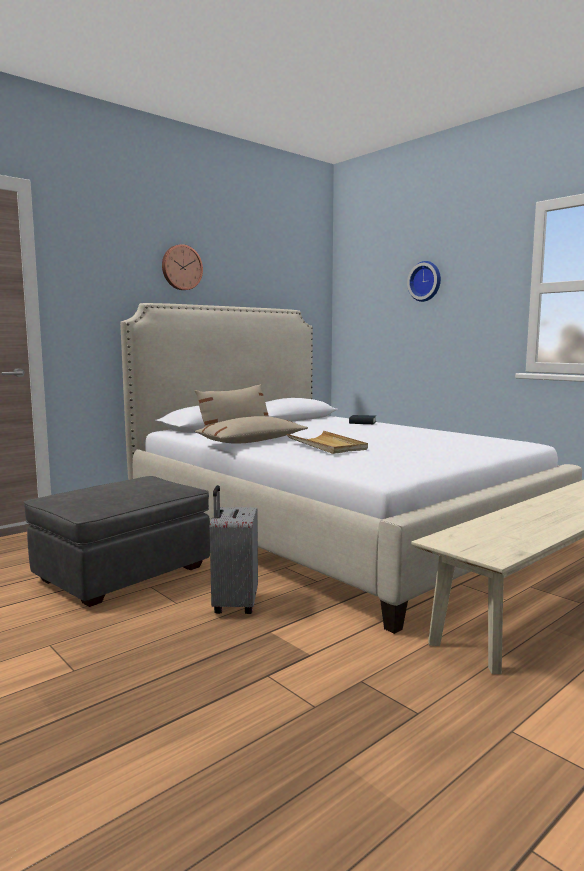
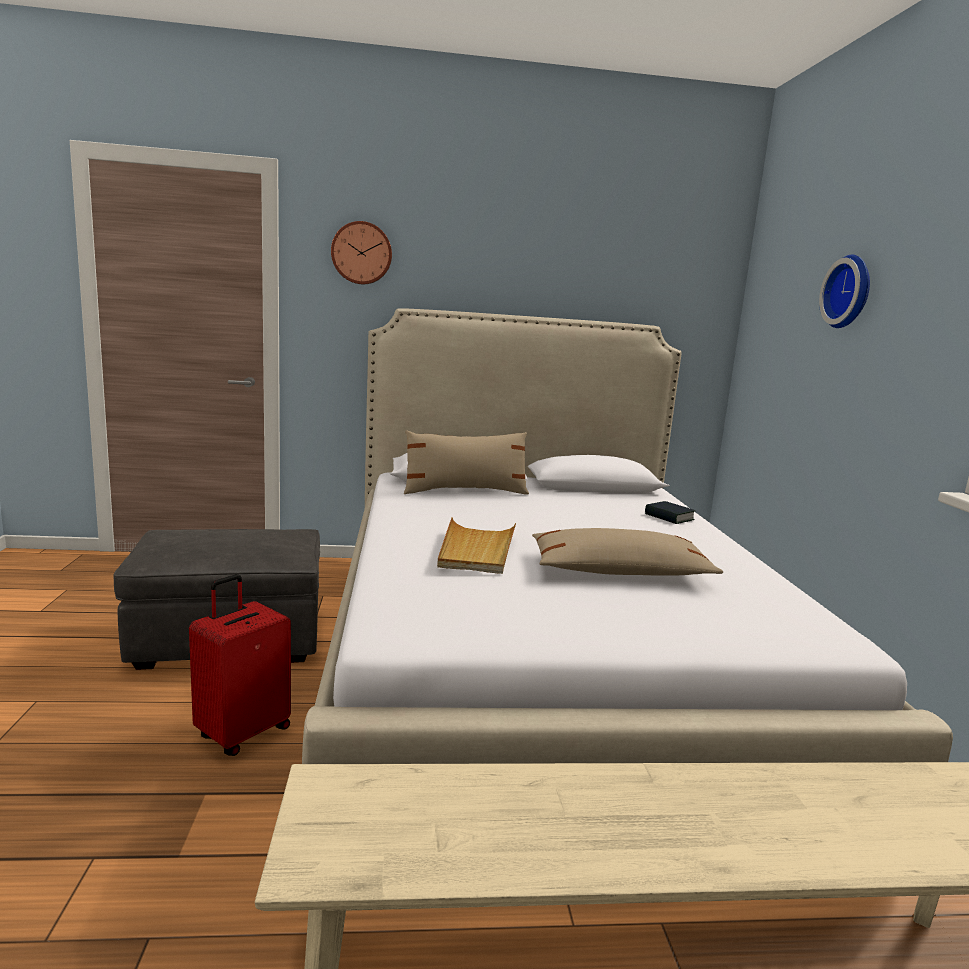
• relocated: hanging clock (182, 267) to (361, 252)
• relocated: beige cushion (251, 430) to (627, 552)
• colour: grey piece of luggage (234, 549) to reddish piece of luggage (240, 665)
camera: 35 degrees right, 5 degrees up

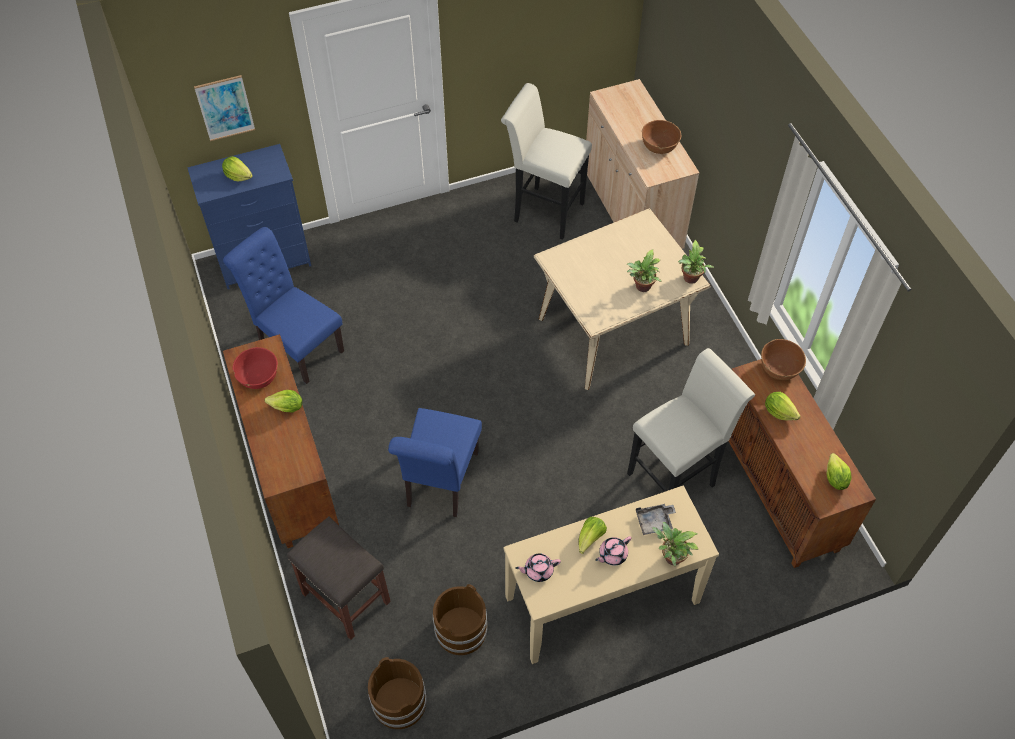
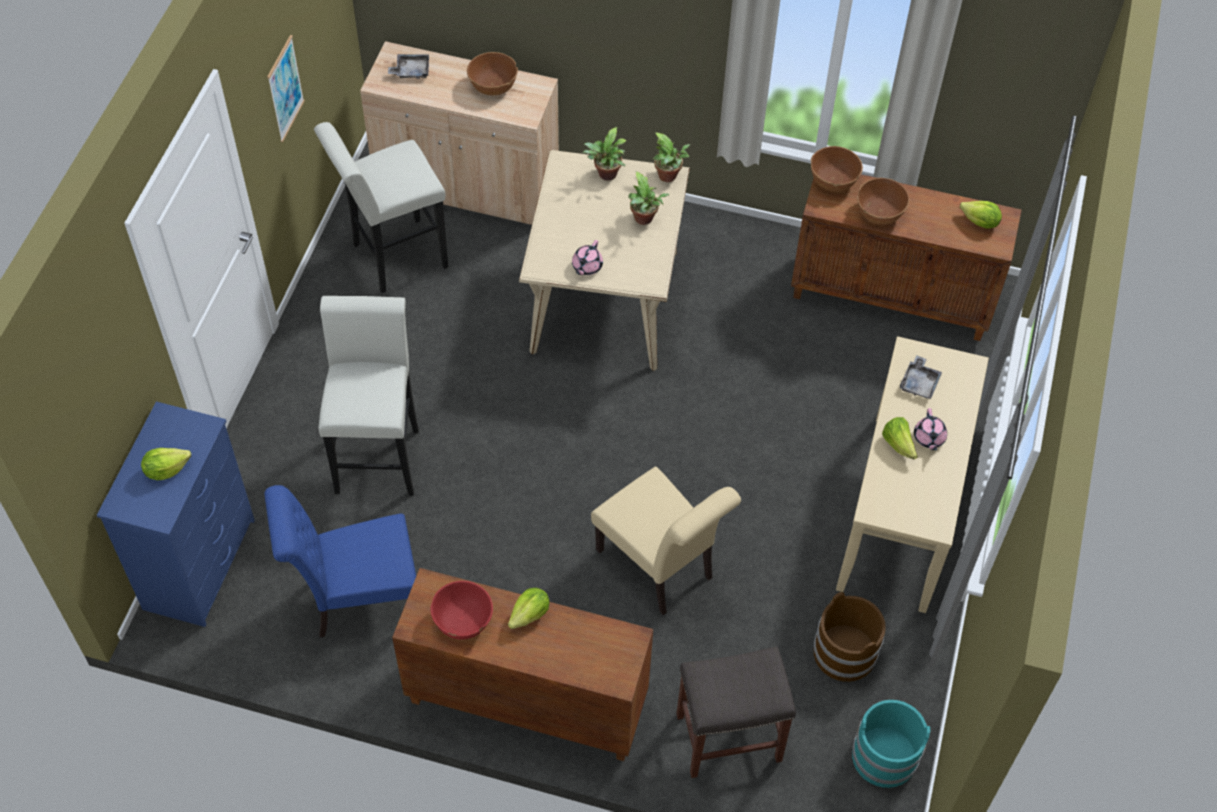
• appeared: grey tray (408, 66)
• relocated: wall picture (224, 108) to (286, 88)
• relocated: pink tea pot (538, 567) to (587, 257)
• relocated: white-coloured sitting stool (691, 420) to (369, 396)
• relocated: houseplant (675, 544) to (604, 153)
• exchanged: lettuce (783, 406) to brown deep dish (883, 201)
• colour: brown bucket (397, 693) to turquoise-coloured bucket (891, 744)
• colour: blue plain chair (435, 462) to beige plain chair (666, 540)
camera: 55 degrees left, 0 degrees up

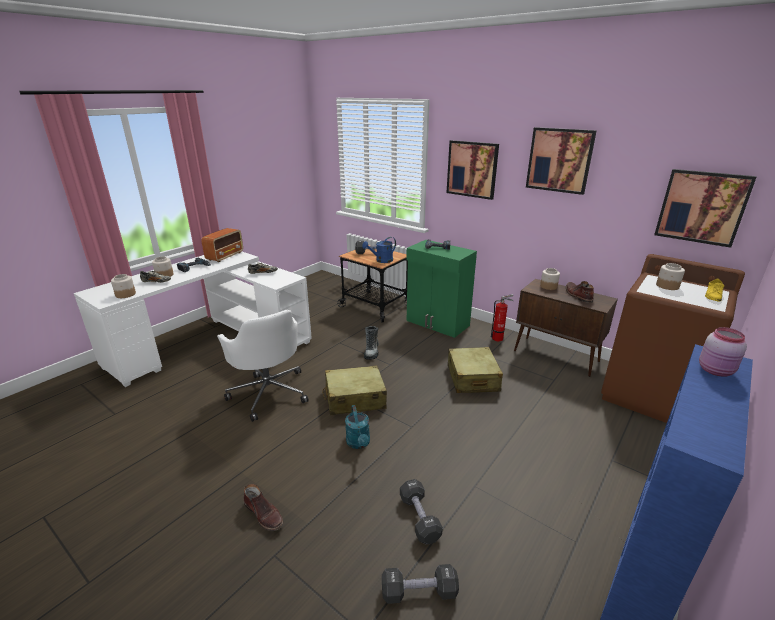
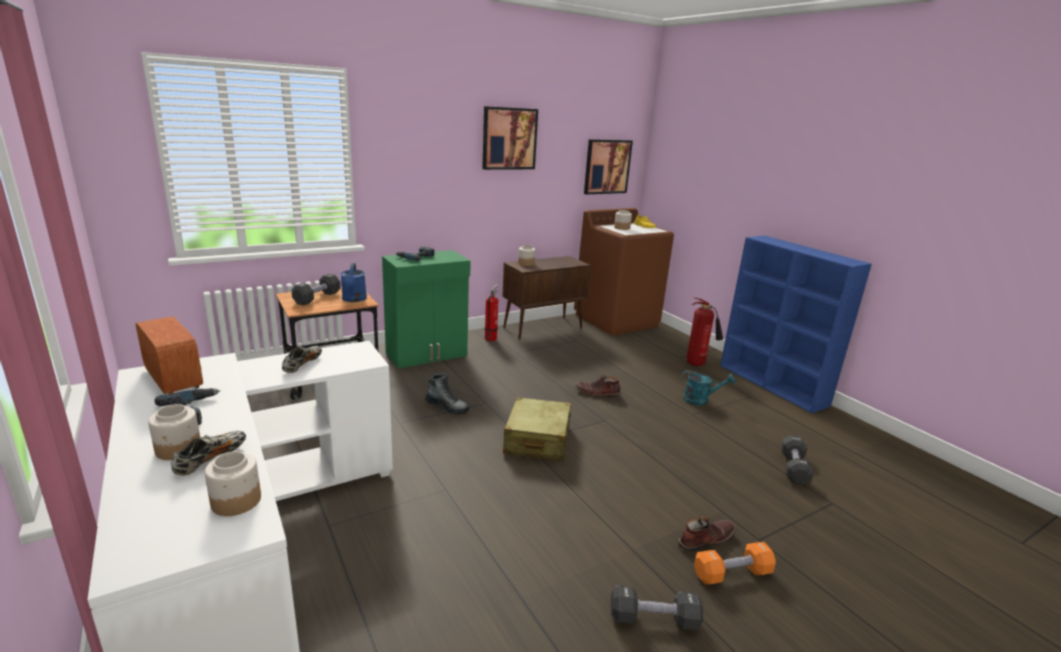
• missing: white-coloured computer chair (263, 366)
• missing: wall picture (473, 170)
• missing: beige piece of luggage (475, 370)
• missing: pink preserve jar (723, 352)
• appeared: fire extinguisher (705, 331)
• appeared: orangey hand weight (735, 563)
• relocated: turquoise-coloured watering can (357, 427) to (707, 388)
• relocated: blackish hand weight (421, 511) to (657, 607)
• relocated: brown high-top boot (580, 292) to (598, 386)
camera: 70 degrees left, 5 degrees down

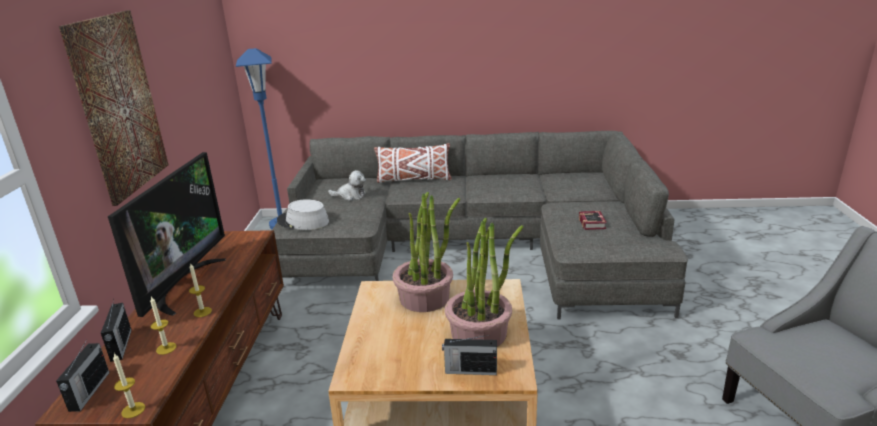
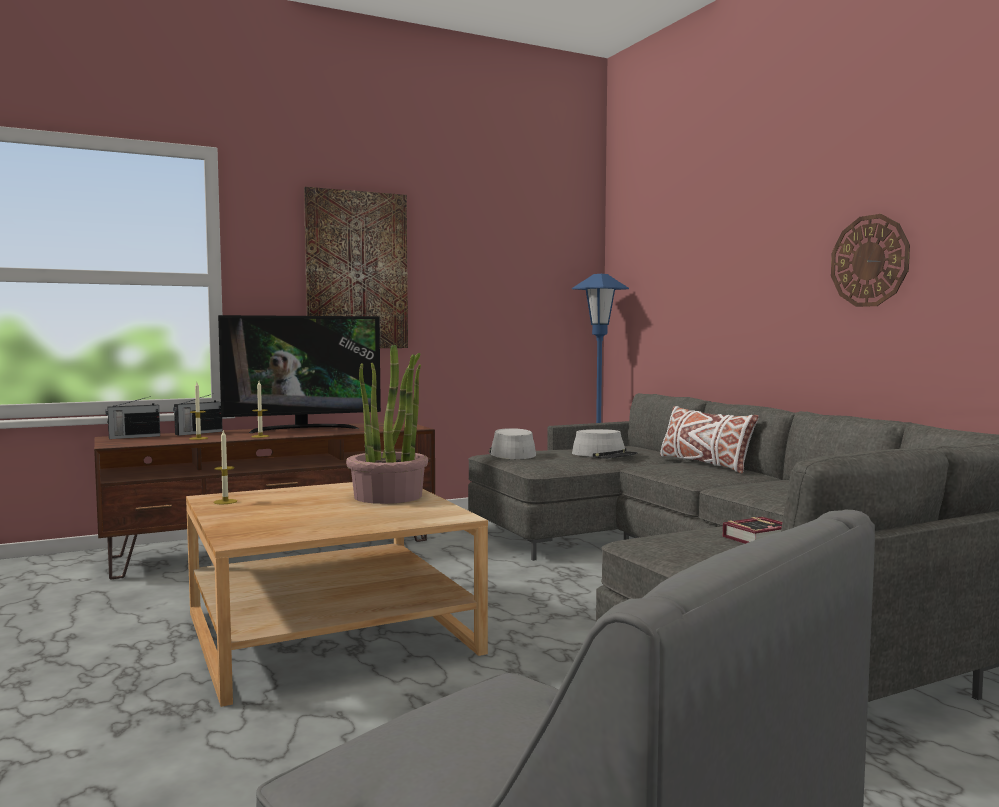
• missing: radio set (469, 355)
• missing: houseplant (484, 282)
• appeared: hanging clock (870, 260)
• relocated: candle (129, 385) to (225, 466)
• exchanged: plush toy (347, 185) to grey wearable hat (604, 444)
camera: 60 degrees right, 20 degrees down

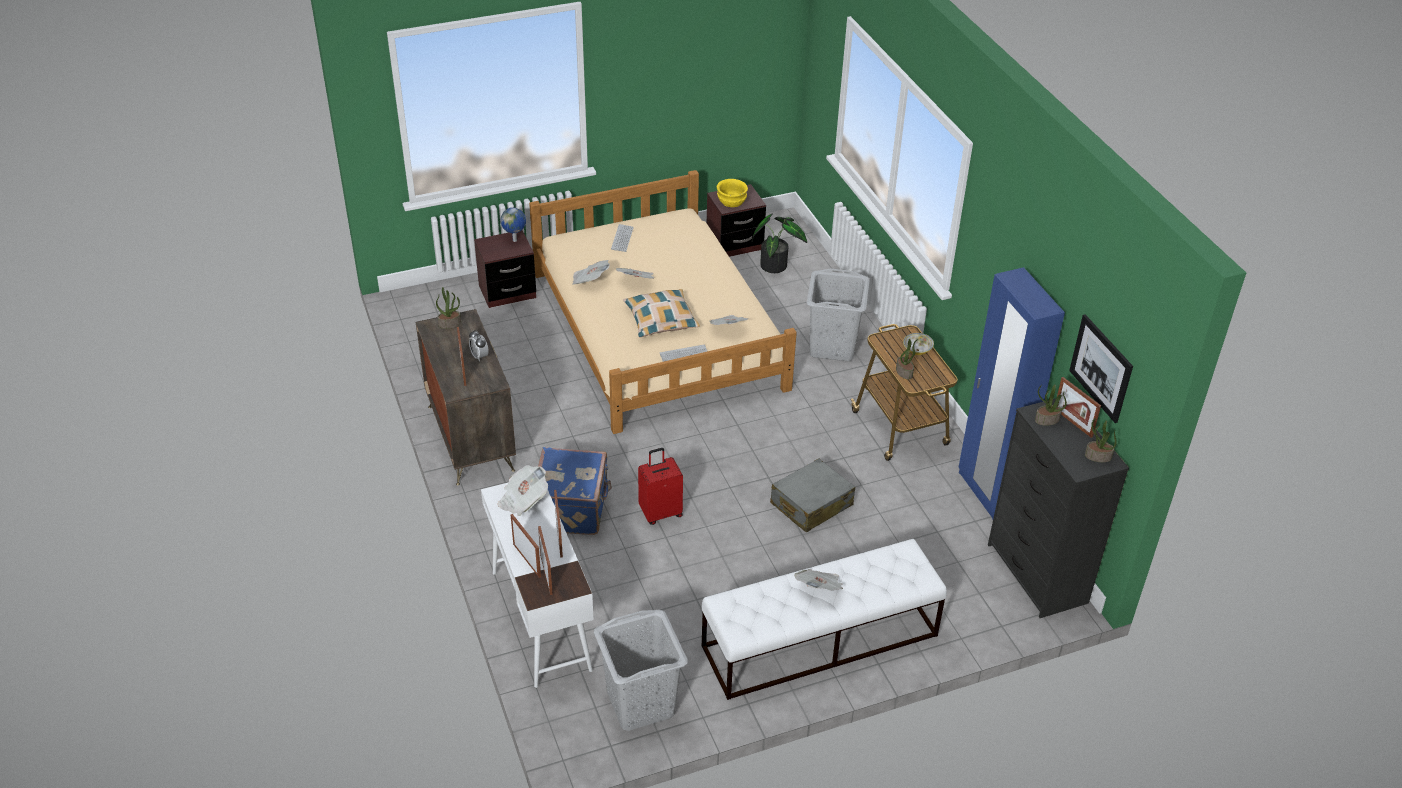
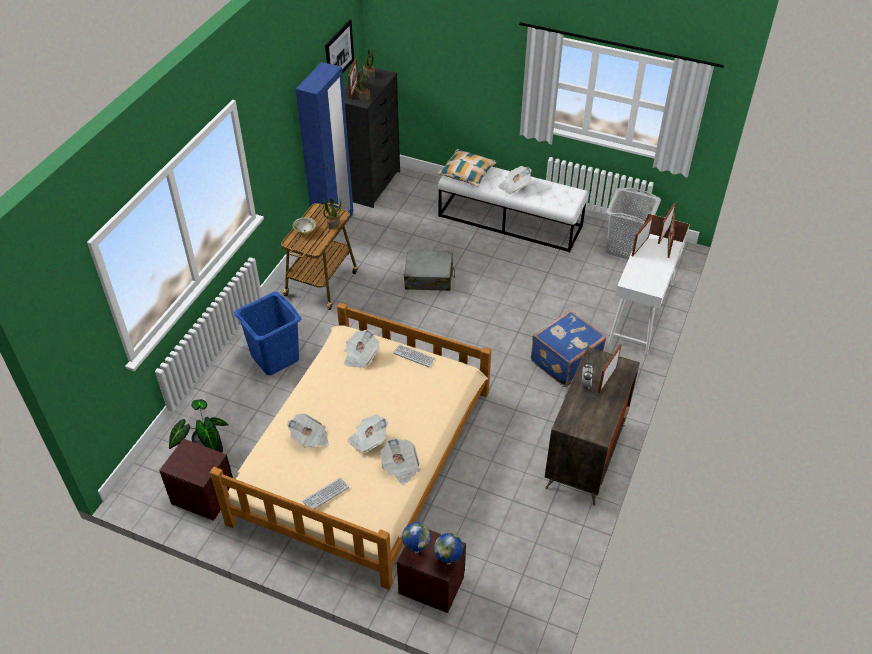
• missing: houseplant (448, 308)
• missing: reddish piece of luggage (660, 486)
• missing: yellowish deep dish (732, 193)
• appeared: desk globe (448, 548)
• relocated: daily paper (523, 490) to (308, 431)
• relocated: cushion (661, 313) to (467, 168)
• colour: grey laundry basket (838, 314) to blue laundry basket (267, 333)
camera: 135 degrees left, 5 degrees up

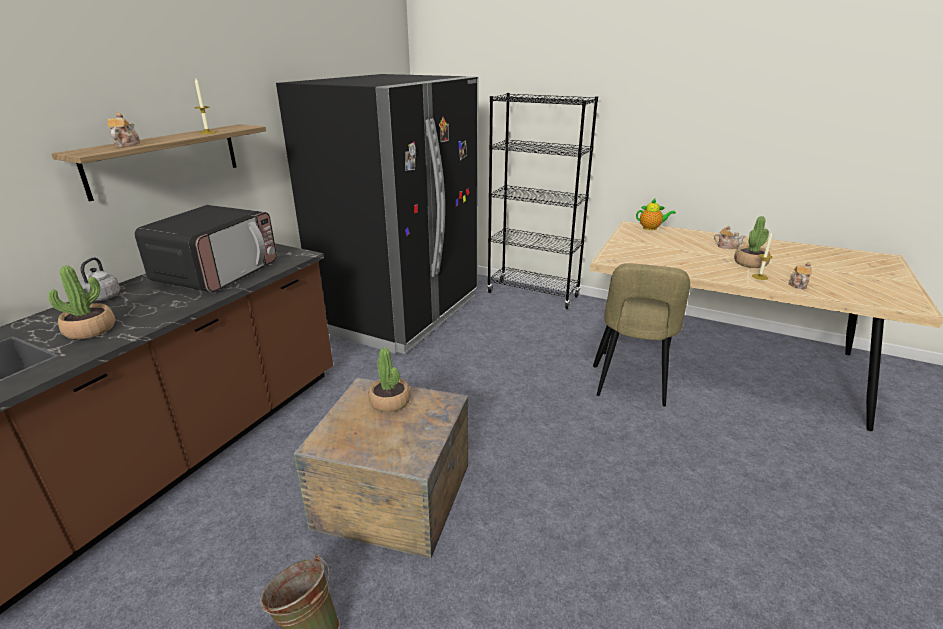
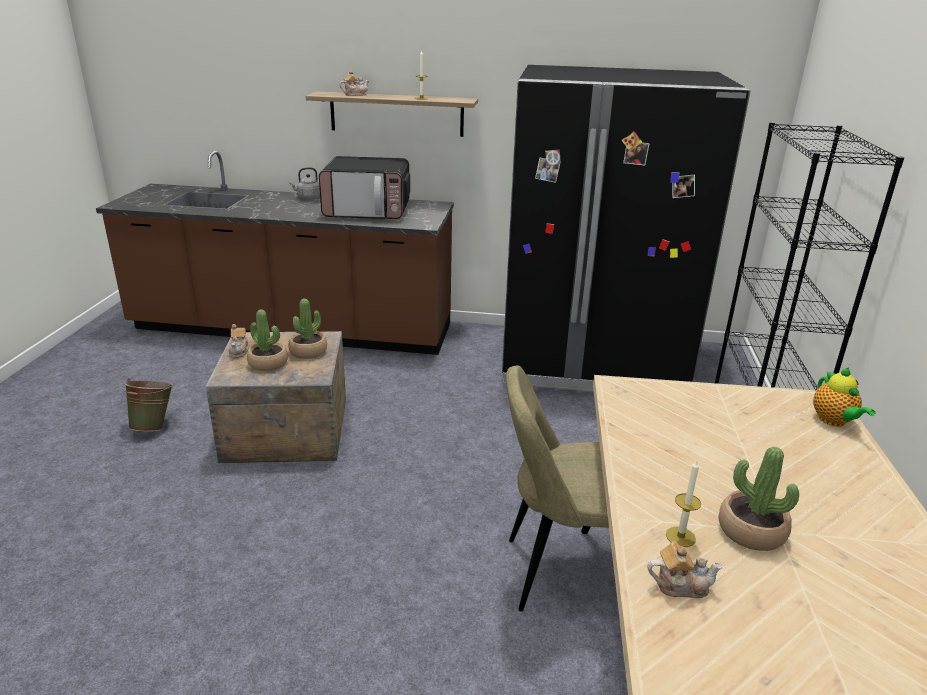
• relocated: houseplant (81, 302) to (267, 340)
• relocated: tea pot (729, 237) to (239, 341)
camera: 70 degrees right, 0 degrees up

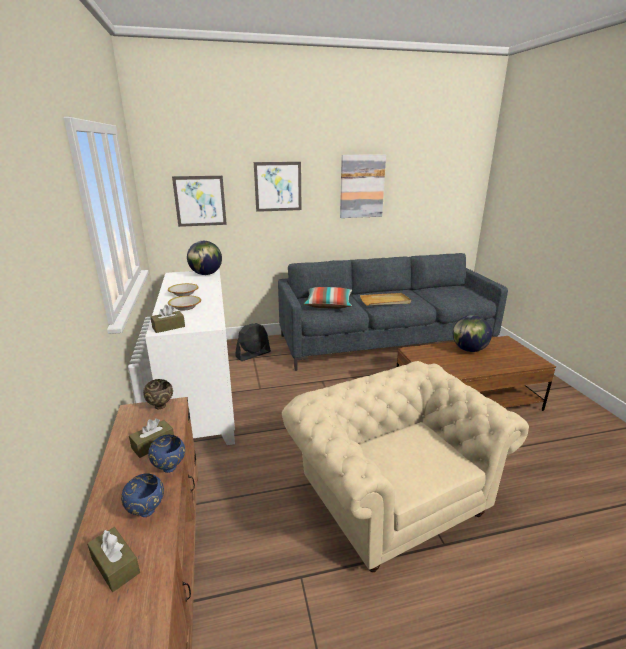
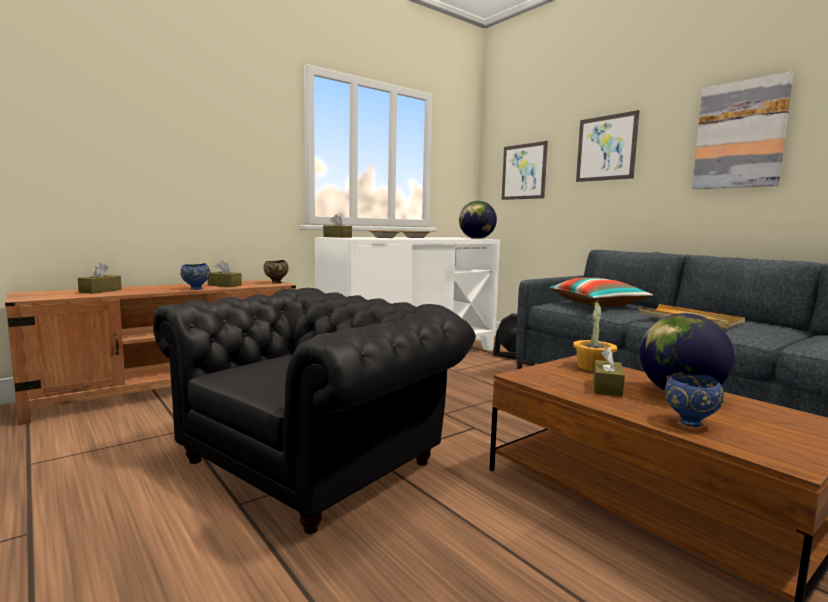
• appeared: houseplant (595, 335)
• appeared: brown tissue holder (609, 372)
• relocated: blue deep dish (142, 495) to (694, 400)
• colour: beige lounge chair (405, 466) to blackish lounge chair (314, 411)
camera: 65 degrees right, 15 degrees down

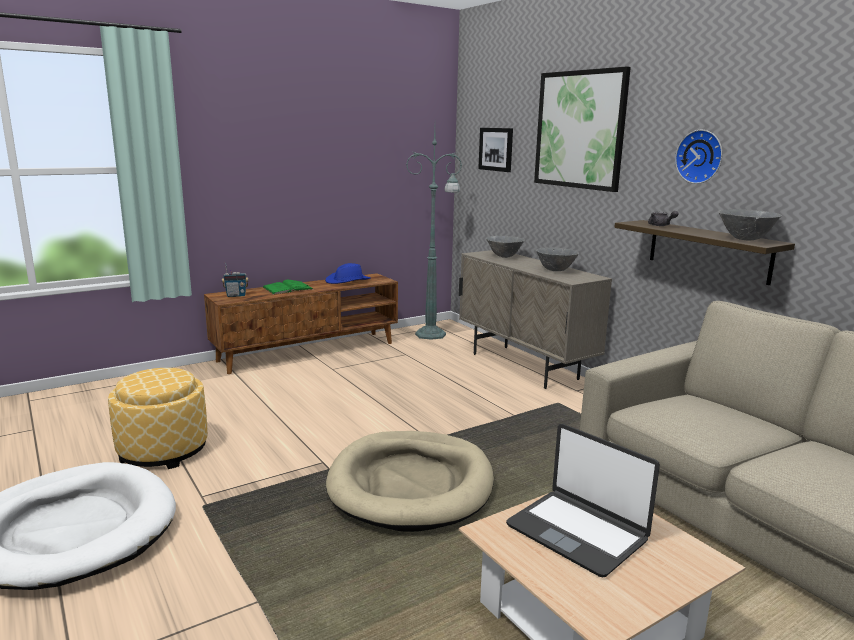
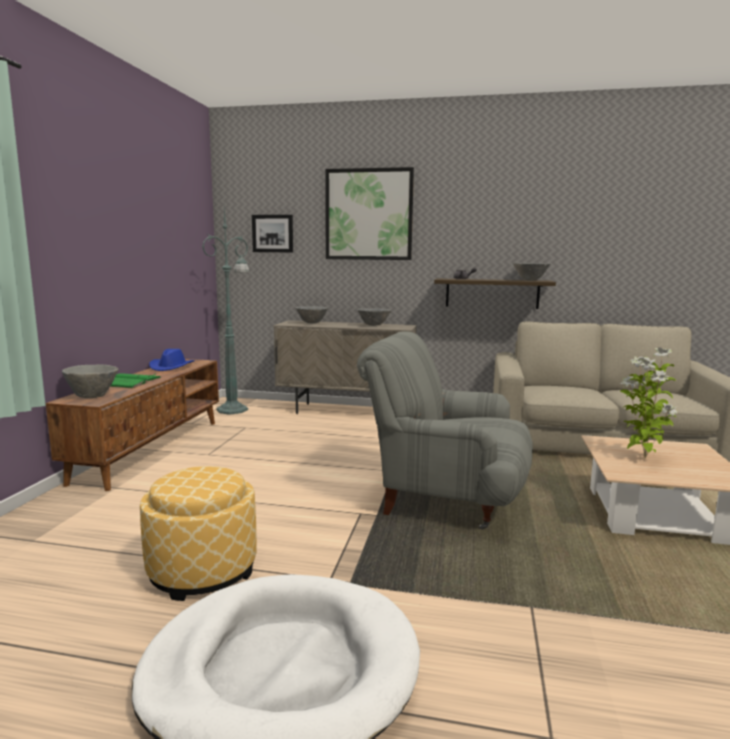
• missing: hanging clock (698, 157)
• exchanged: radio set (235, 279) to grey deep dish (90, 381)
• exchanged: beige dog cushion (410, 481) to grey lounge chair (445, 430)
• exchanged: notebook computer (583, 500) to houseplant (648, 403)
camera: 45 degrees left, 5 degrees down

